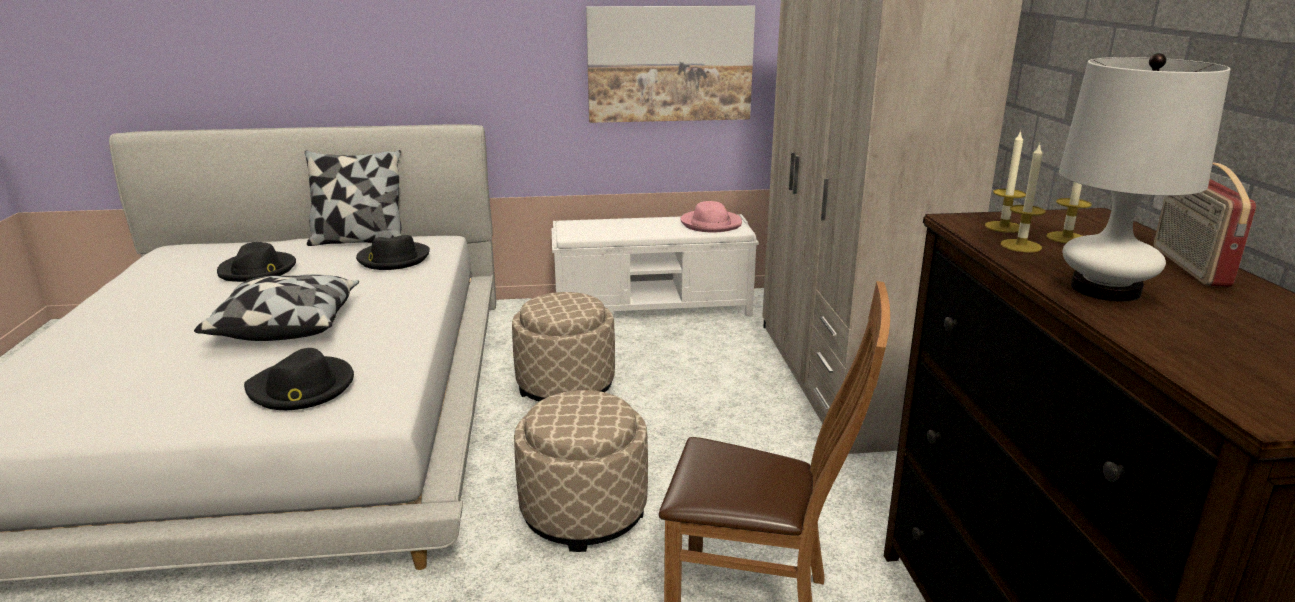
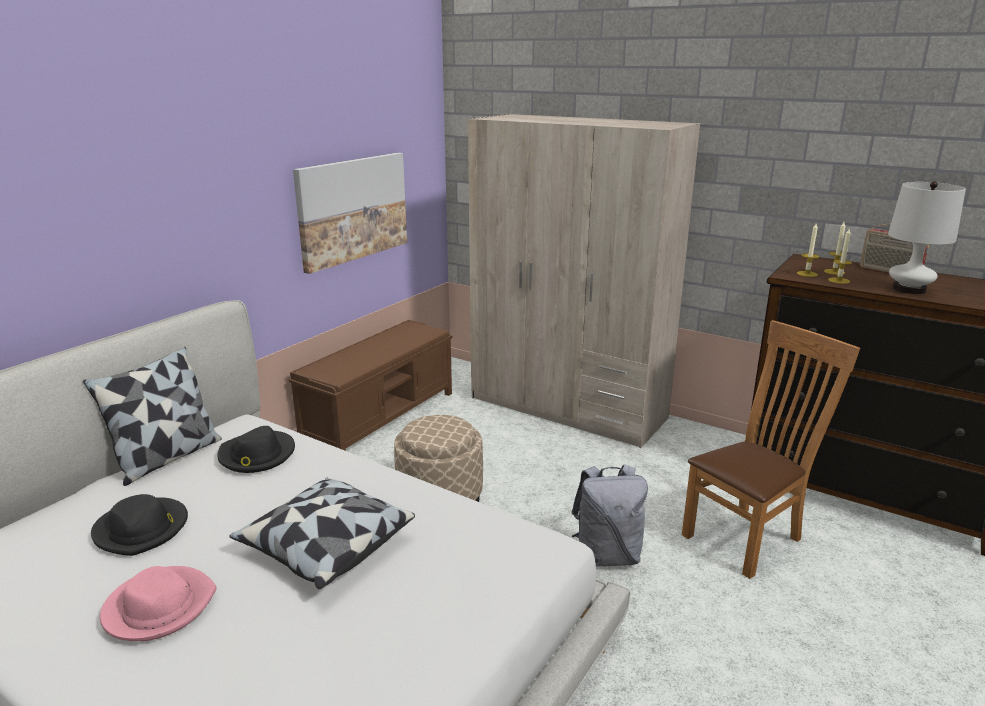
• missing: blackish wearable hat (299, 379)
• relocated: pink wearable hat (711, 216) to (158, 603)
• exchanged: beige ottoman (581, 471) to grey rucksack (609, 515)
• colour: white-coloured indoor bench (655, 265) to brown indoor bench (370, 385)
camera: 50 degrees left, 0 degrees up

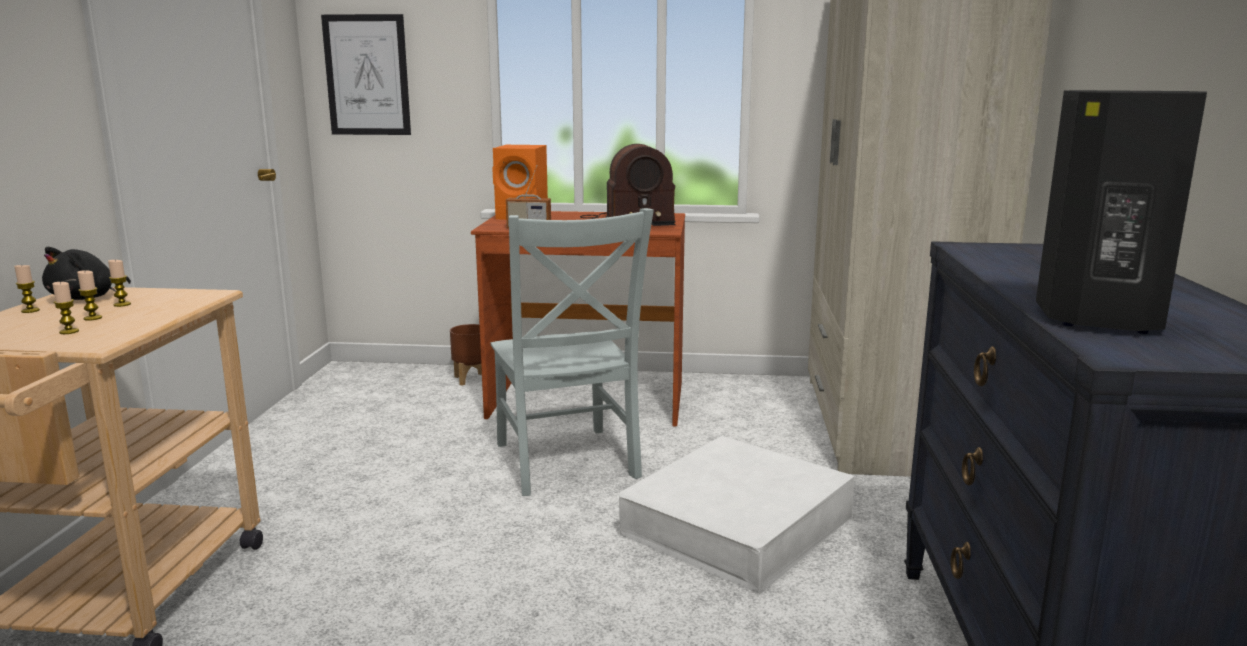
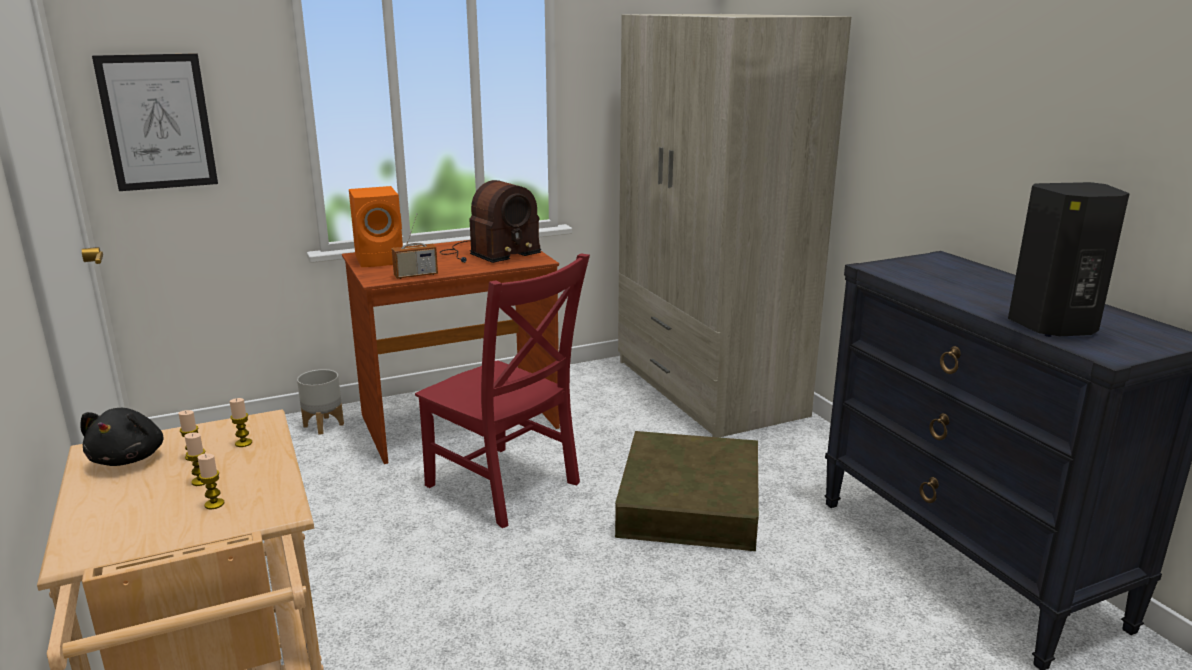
• relocated: candle (27, 289) to (241, 422)
• colour: brown flower pot (466, 355) to grey flower pot (320, 402)
• colour: grey plain chair (572, 352) to reddish plain chair (502, 391)
• colour: white-coloured storage box (737, 515) to brown storage box (687, 491)
camera: 30 degrees left, 5 degrees up

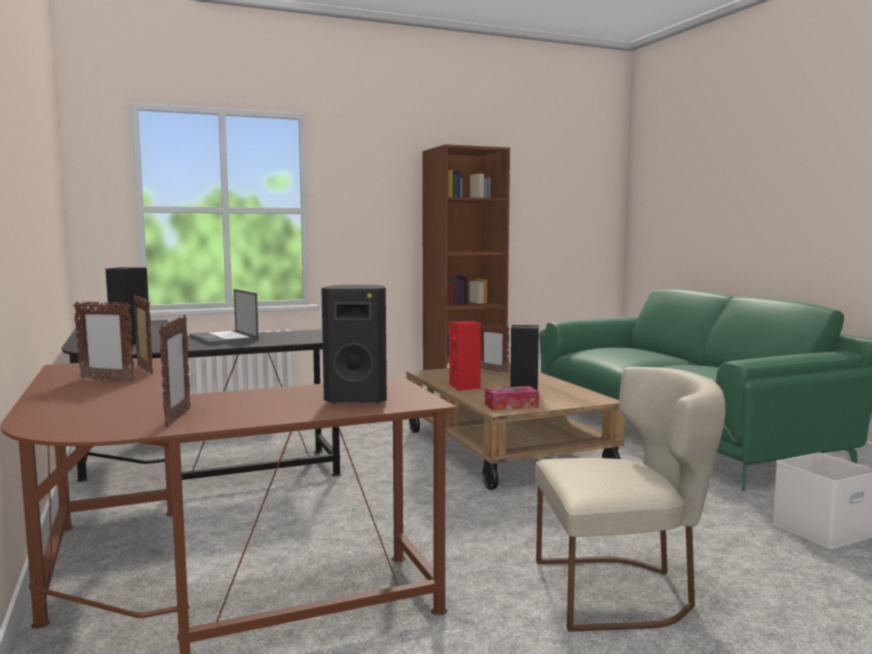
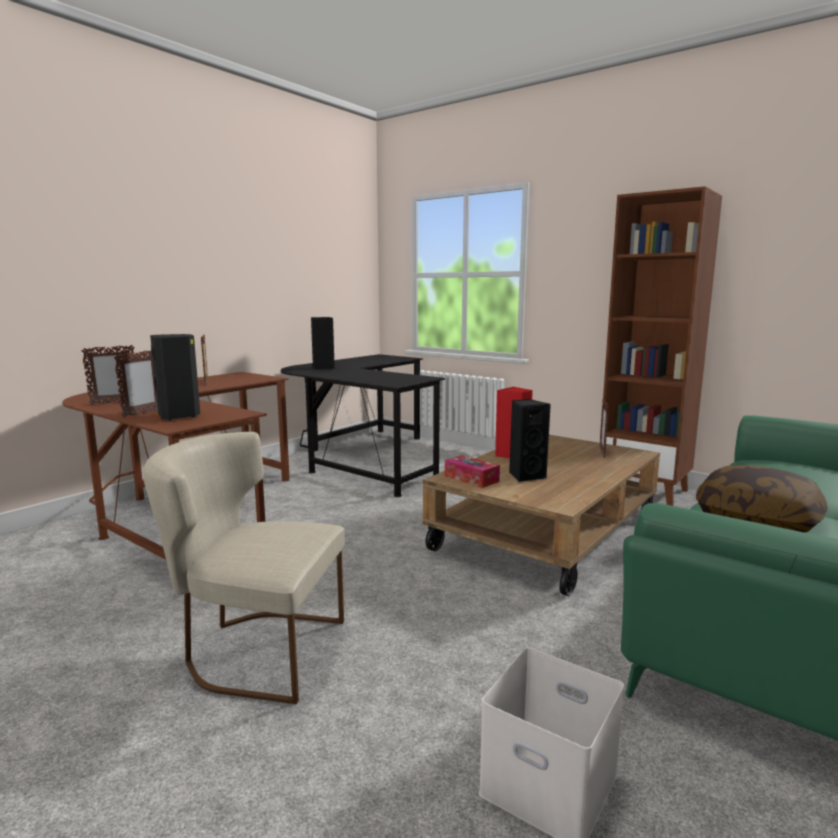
• missing: notebook computer (224, 317)
• appeared: cushion (762, 498)
• relocated: standing frame (143, 334) to (136, 383)
• spun: beige plain chair (630, 499) = (244, 568) 135 degrees clockwise
camera: 60 degrees right, 5 degrees up

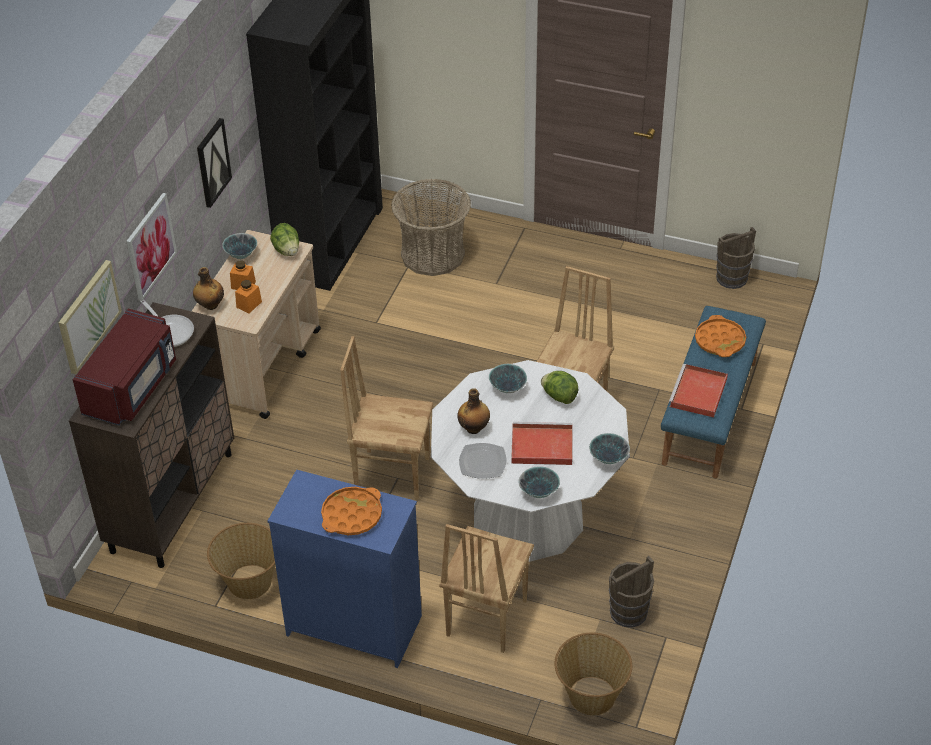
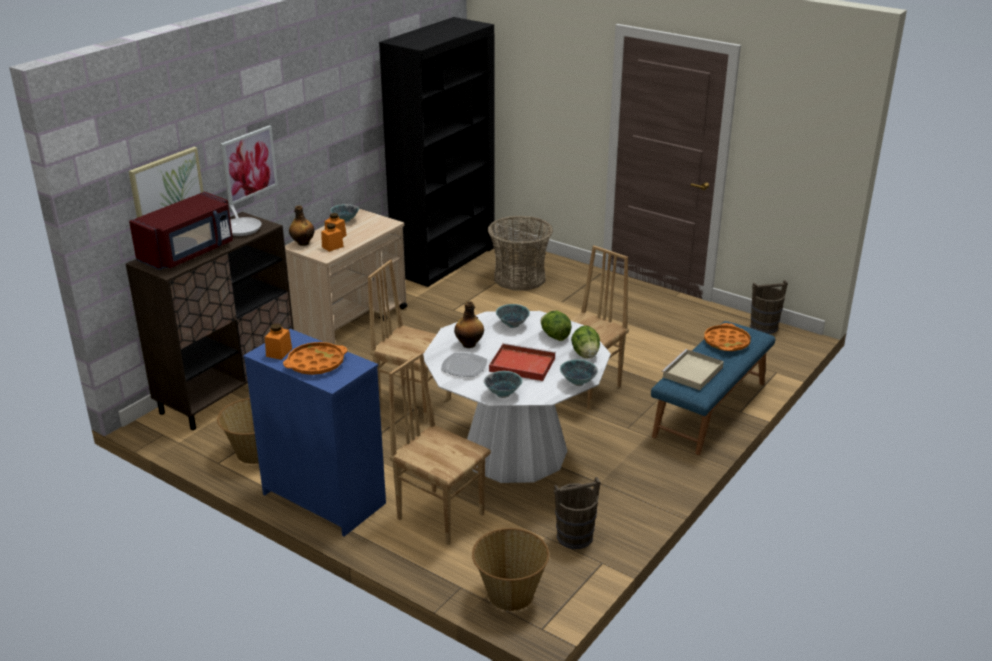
• missing: wall picture (214, 163)
• appeared: orangey preserve jar (278, 341)
• relocated: lettuce (284, 239) to (585, 341)
• colour: reddish tray (698, 390) to beige tray (692, 369)
• spun: brown plain chair (486, 588) = (440, 448) 90 degrees clockwise
camera: 15 degrees right, 15 degrees down

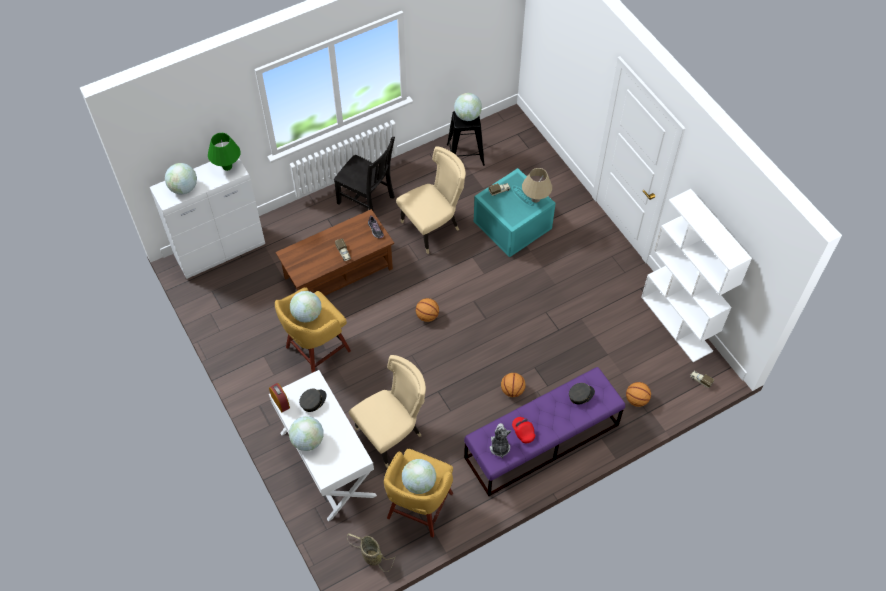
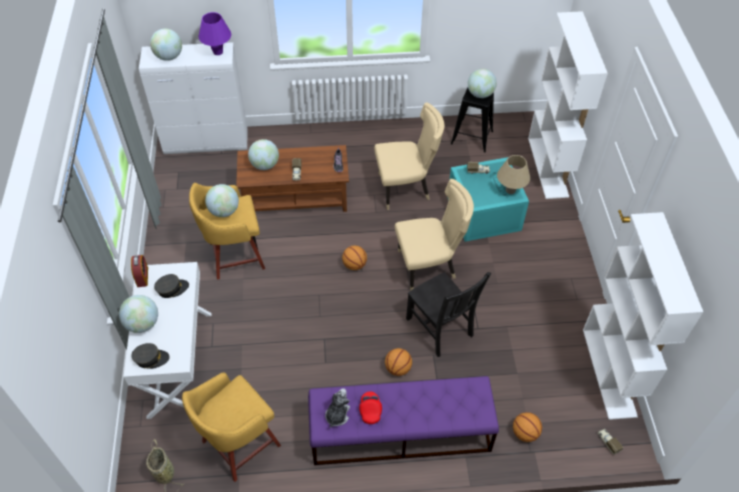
• appeared: white-coloured bookcase (568, 105)
• relocated: blackish plain chair (364, 174) to (448, 314)
• relocated: beige plain chair (387, 411) to (434, 235)
• relocated: desk globe (419, 476) to (263, 154)
• relocated: grey peaked cap (582, 393) to (150, 356)
• colour: green table lamp (224, 152) to purplish table lamp (215, 33)
camera: 25 degrees right, 5 degrees down

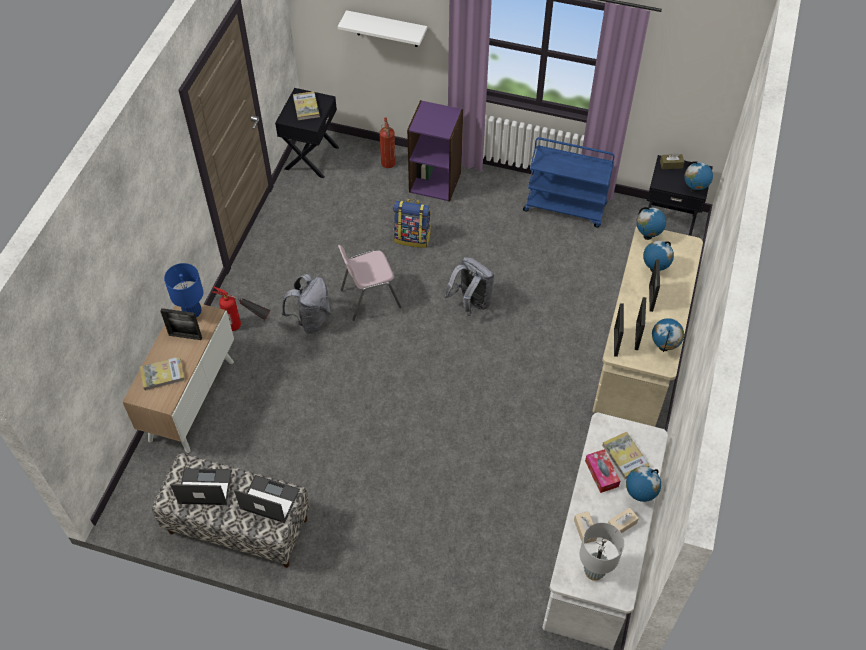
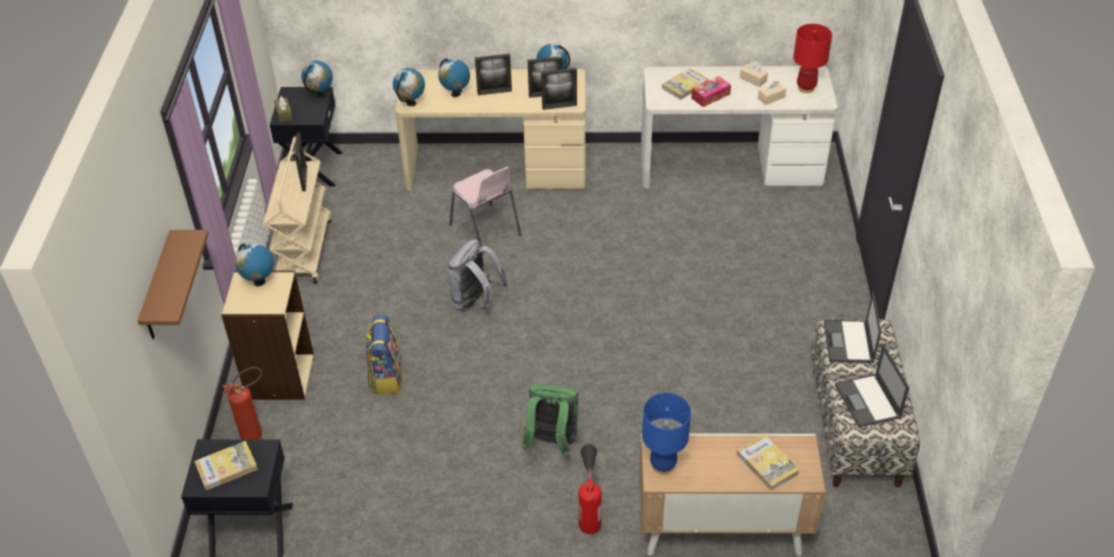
• relocated: standing frame (181, 324) to (301, 162)
• relocated: pink plain chair (369, 283) to (485, 211)
• relocated: desk globe (643, 484) to (254, 264)
• colour: grey rucksack (306, 304) to green rucksack (550, 420)
• colour: white-coloured wall shelf (382, 28) to brown wall shelf (173, 284)
• colour: purplish bookcase (435, 151) to beige bookcase (267, 335)
• colour: blue wheeled cart (568, 182) to beige wheeled cart (297, 210)
• colour: grey table lamp (602, 552) to reddish table lamp (812, 58)
camera: 105 degrees left, 10 degrees down

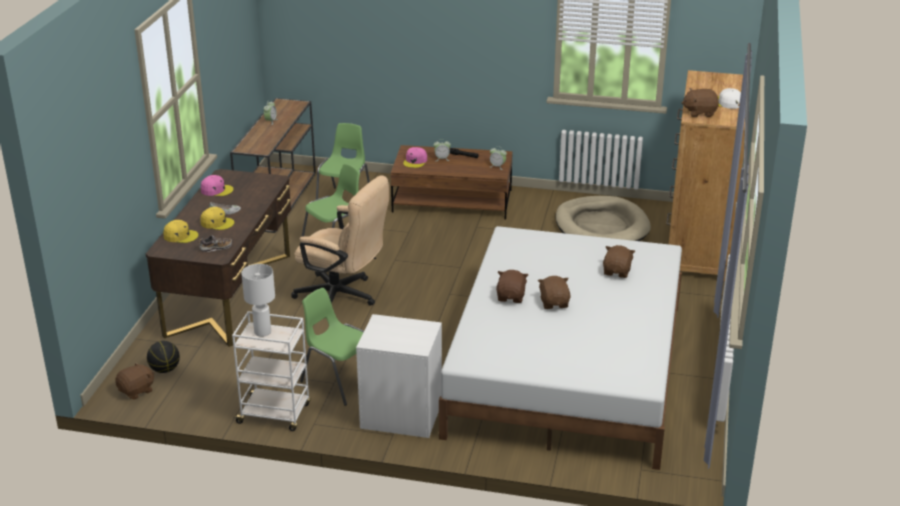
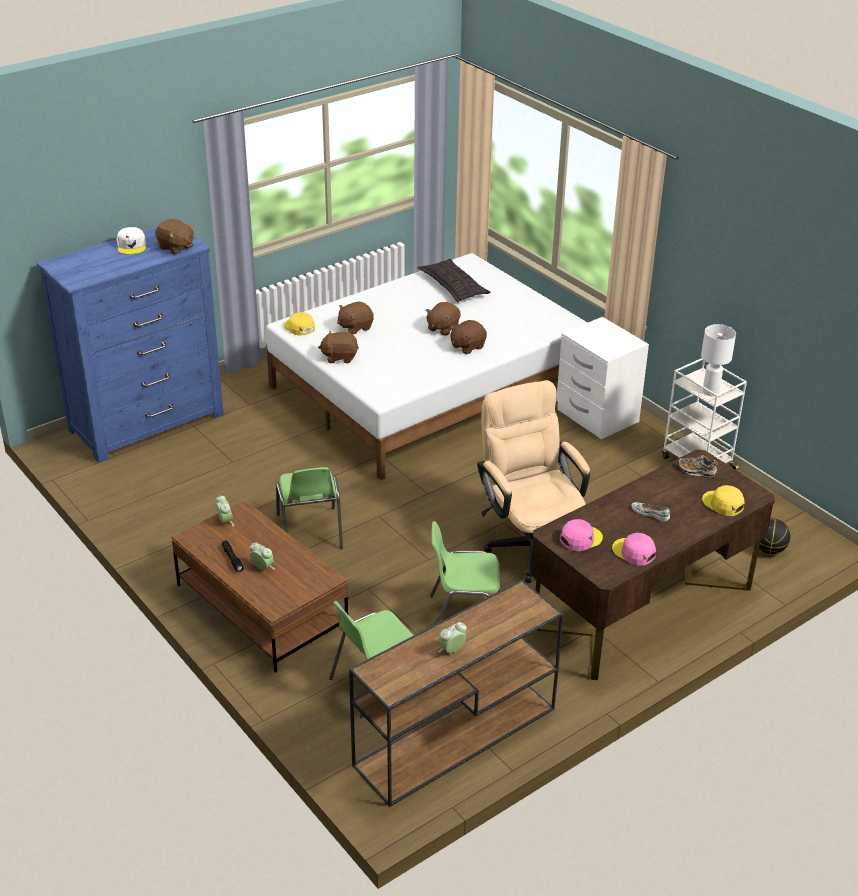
• missing: beige dog cushion (603, 218)
• appeared: cushion (454, 280)
• relocated: brown plush toy (134, 381) to (338, 347)
• relocated: yellowish peaked cap (217, 218) to (299, 324)
• relocated: green plain chair (332, 347) to (309, 508)
• relocated: pink peaked cap (415, 157) to (581, 535)
• colour: brown dresser (705, 176) to blue dresser (130, 345)
camera: 140 degrees left, 5 degrees up

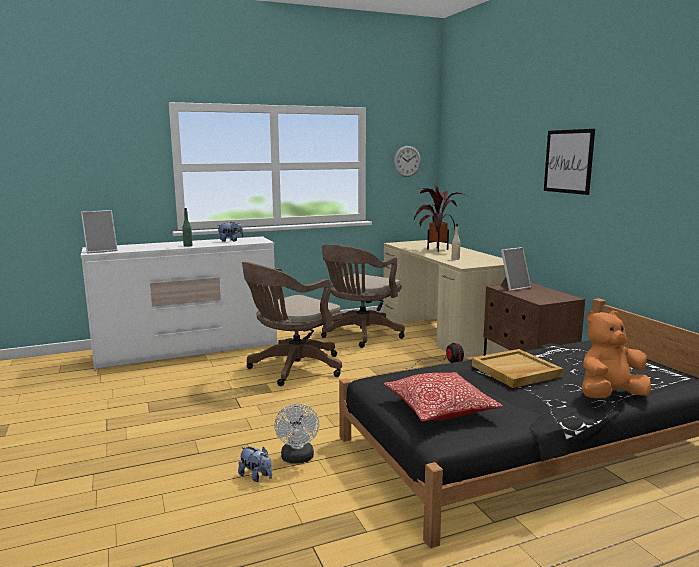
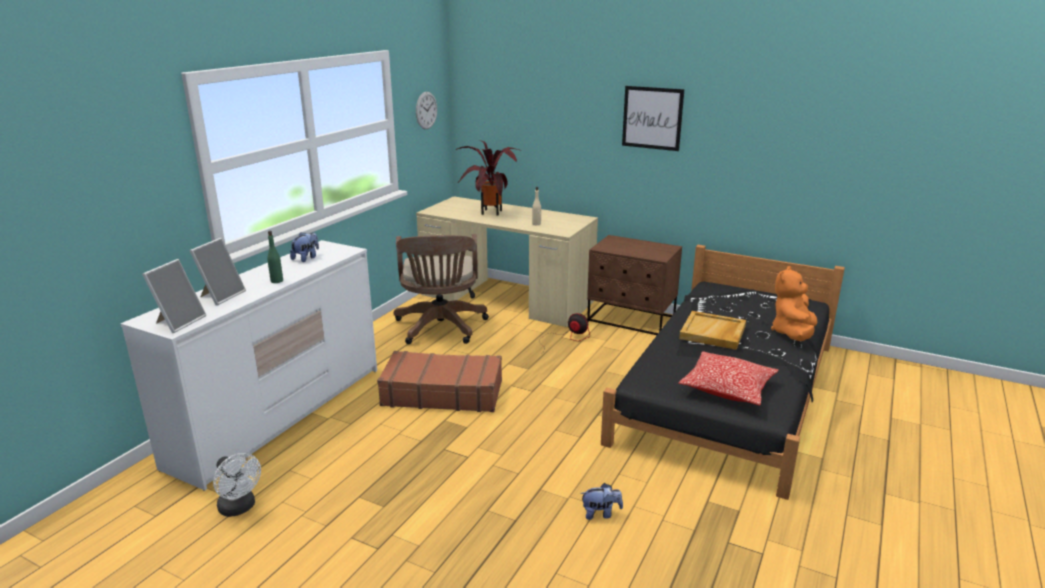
• relocated: white-coloured fan (296, 433) to (237, 485)
• relocated: standing frame (515, 269) to (218, 272)
• exchanged: brown computer chair (292, 324) to brown piece of luggage (439, 381)
camera: 40 degrees left, 10 degrees up

